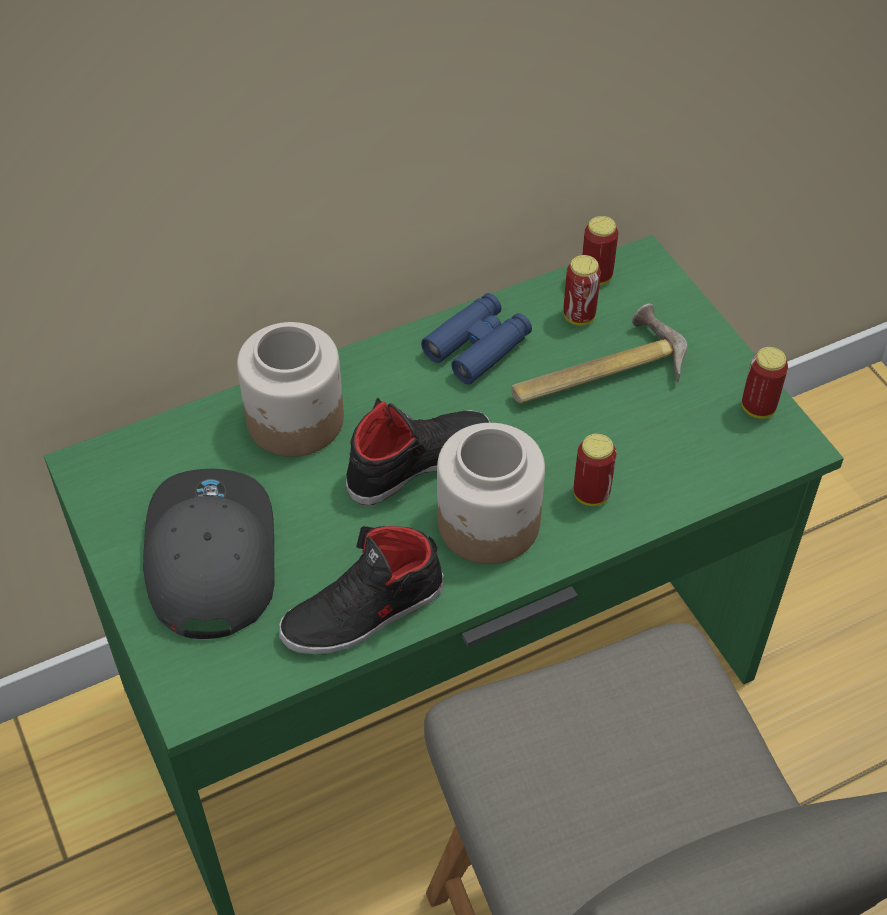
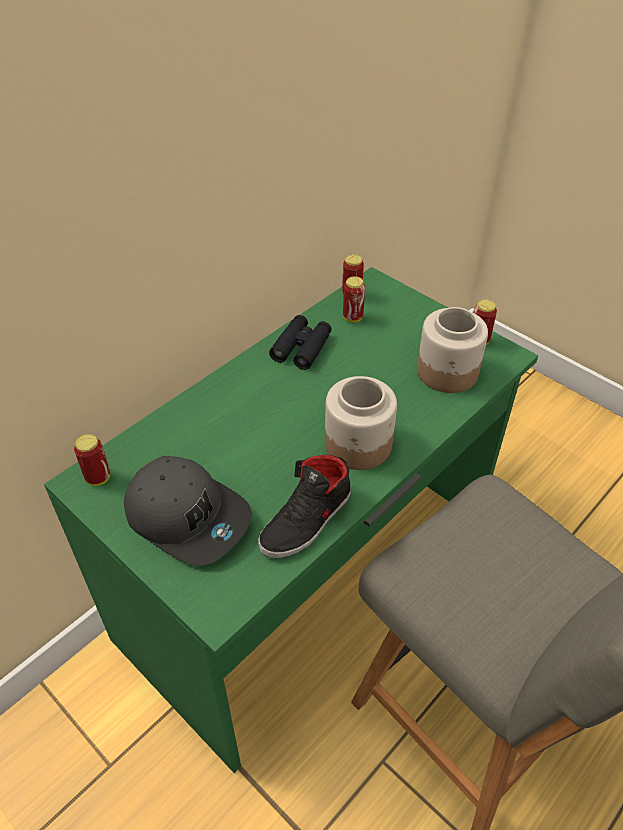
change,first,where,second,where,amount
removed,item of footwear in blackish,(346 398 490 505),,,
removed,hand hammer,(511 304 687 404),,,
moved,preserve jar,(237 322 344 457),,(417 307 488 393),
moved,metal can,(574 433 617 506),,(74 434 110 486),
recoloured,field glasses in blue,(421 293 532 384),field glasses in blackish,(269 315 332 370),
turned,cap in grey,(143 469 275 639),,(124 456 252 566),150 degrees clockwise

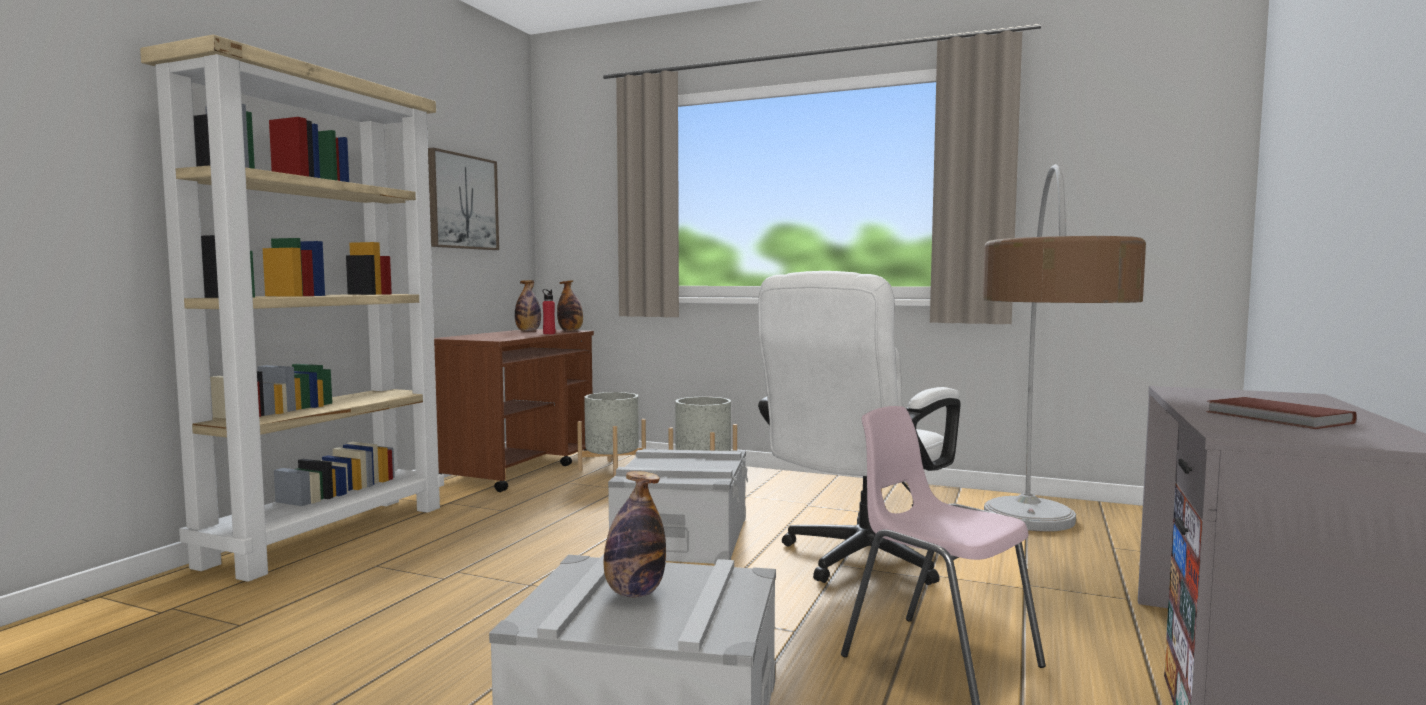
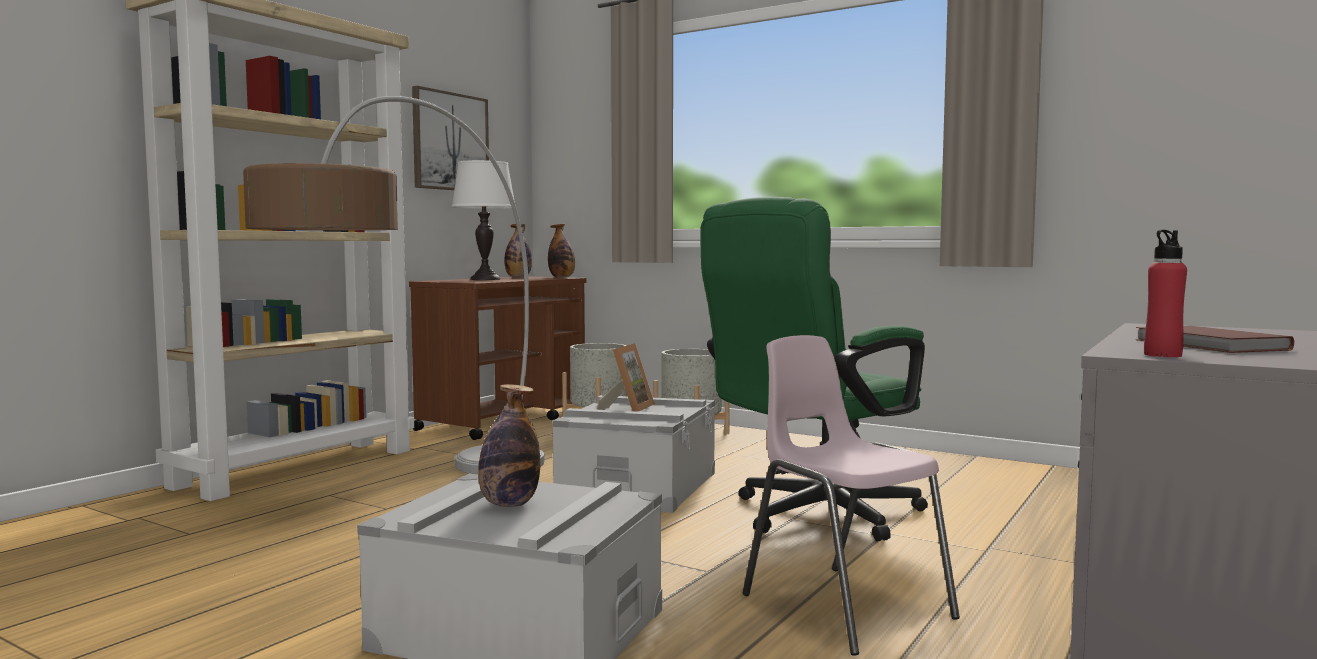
change,first,where,second,where,amount
added,,,tabletop lamp in whitish,(451 160 515 280),
added,,,picture frame,(597 343 655 412),
moved,beverage bottle in red-coloured,(542 289 555 334),,(1144 230 1187 357),
moved,standard lamp,(983 164 1146 532),,(243 96 544 474),
recoloured,computer chair in whitish,(758 271 961 585),computer chair in green-coloured,(700 197 928 541),

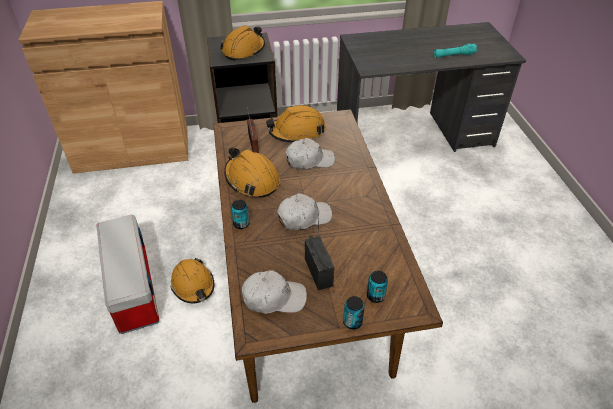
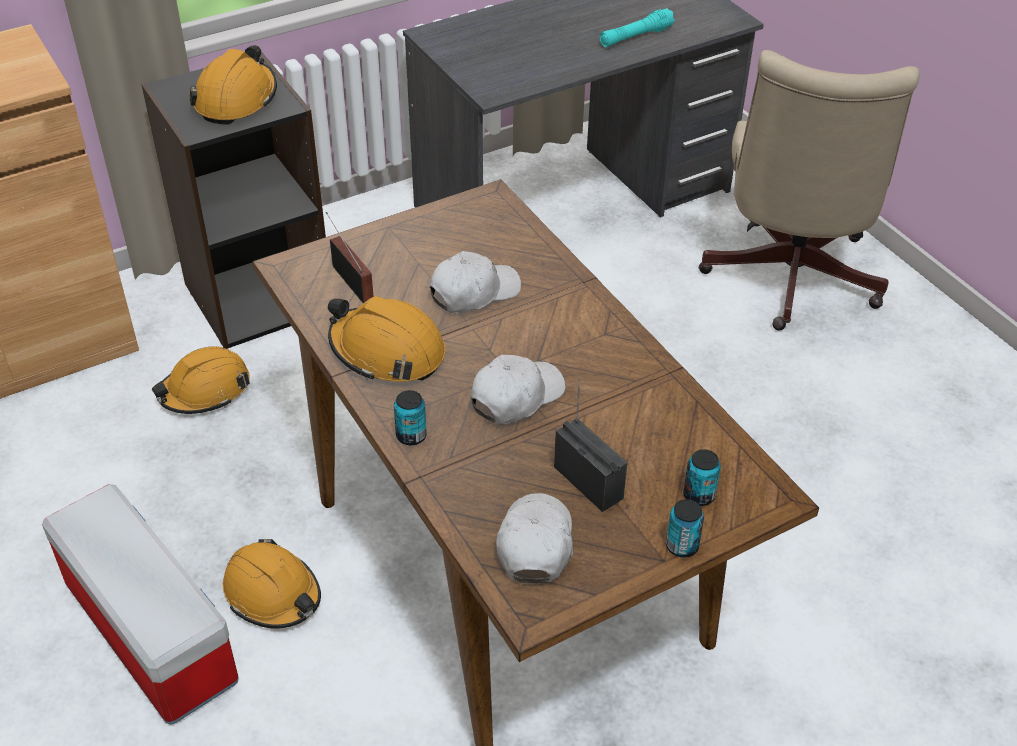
change,first,where,second,where,amount
added,,,computer chair in sand-coloured,(698 50 920 331),
moved,work helmet in orange,(266 105 325 142),,(152 346 250 414),
turned,cap in whitish,(242 270 307 314),,(496 493 573 583),60 degrees counterclockwise

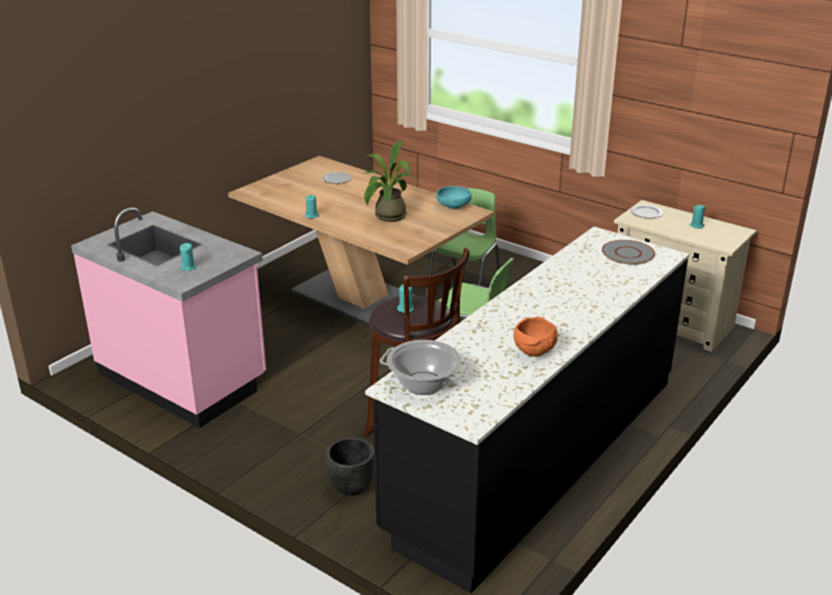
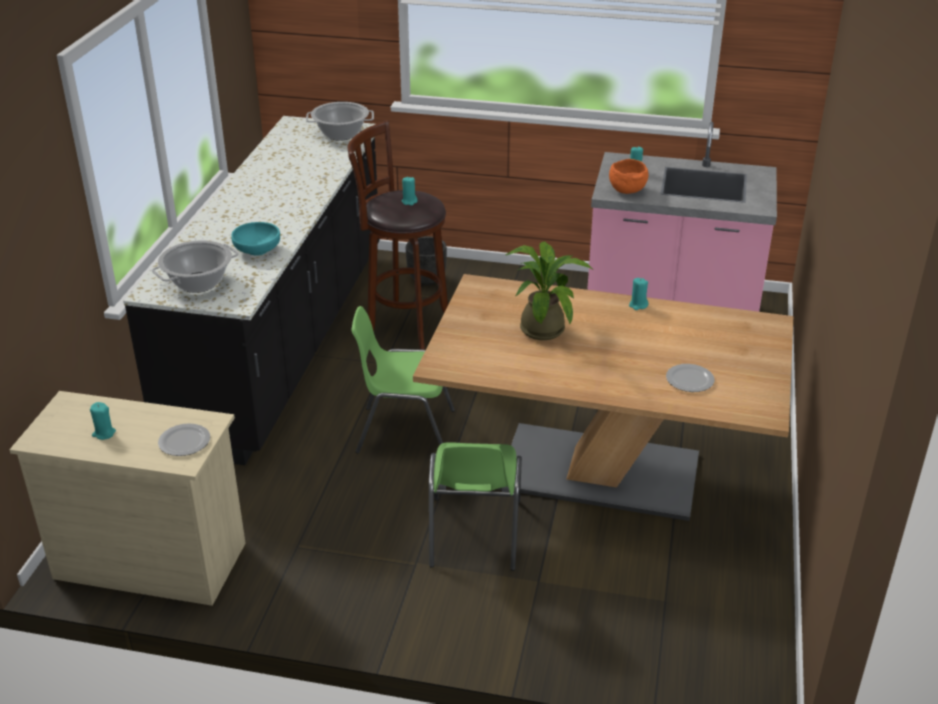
change,first,where,second,where,amount
moved,deep dish in blue-green,(436 186 472 209),,(231 222 280 255),
moved,deep dish in orange,(514 317 558 357),,(609 159 649 194),
replaced,plate in grey,(602 240 655 265),saucepot,(152 240 238 293),

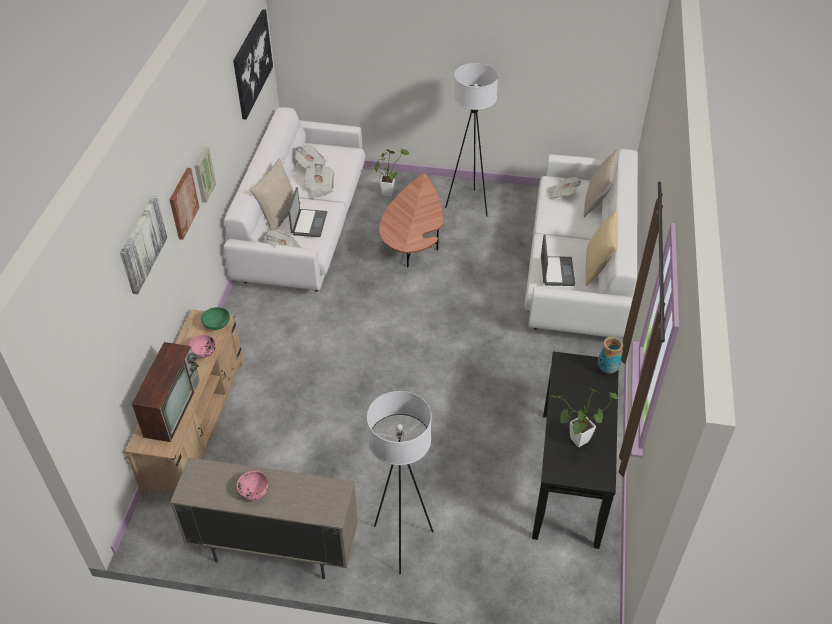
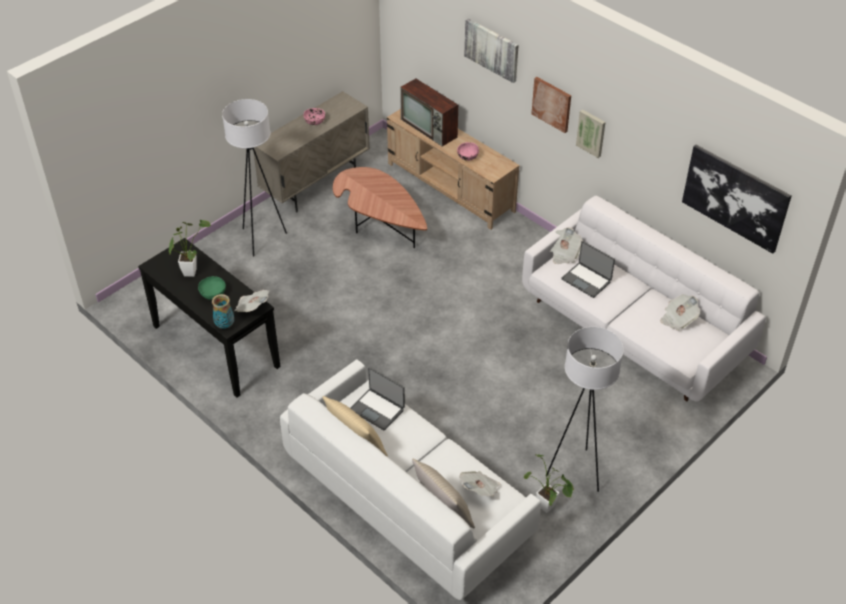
change,first,where,second,where,amount
removed,throw pillow in sand-coloured,(250 158 301 231),,,
moved,deep dish in green-coloured,(201 307 230 330),,(198 276 226 300),
moved,daily paper,(304 163 335 198),,(234 290 270 312),
moved,plant in a pot,(375 148 410 196),,(524 454 574 513),
moved,lounge table in brown-coloured,(379 173 444 267),,(333 167 427 248),

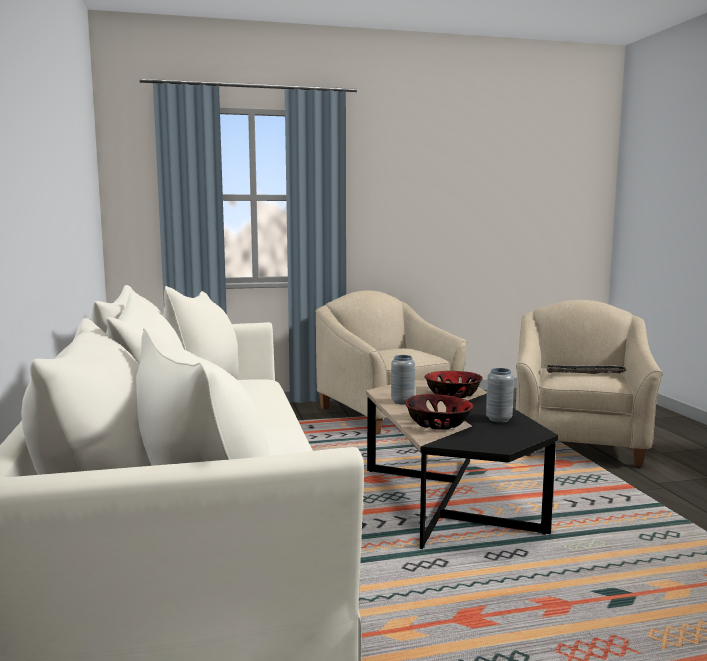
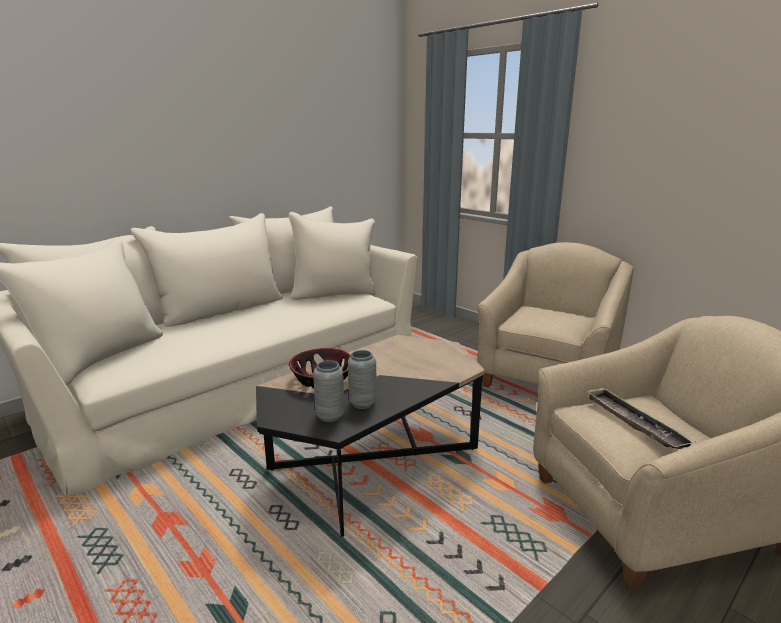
change,first,where,second,where,amount
removed,deep dish,(424 371 483 398),,,
moved,vase in grey,(391 355 415 404),,(313 360 345 422),

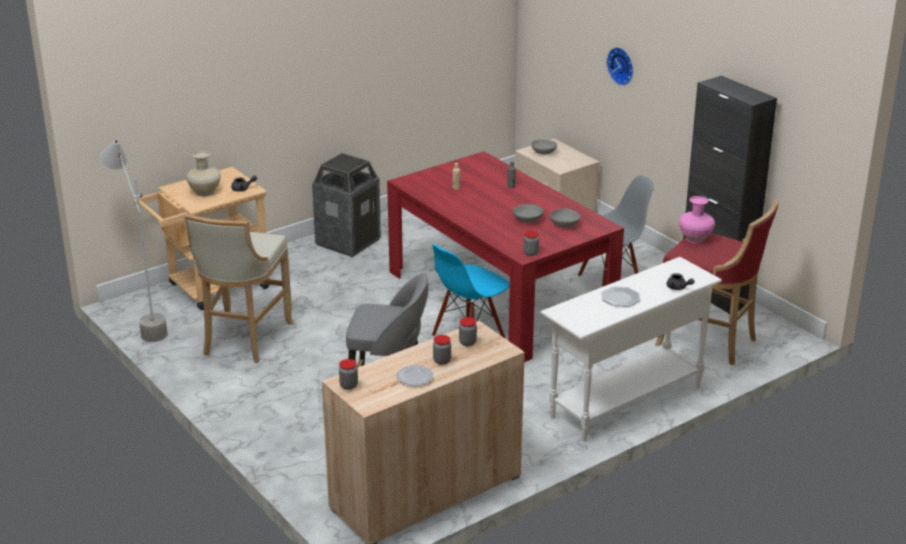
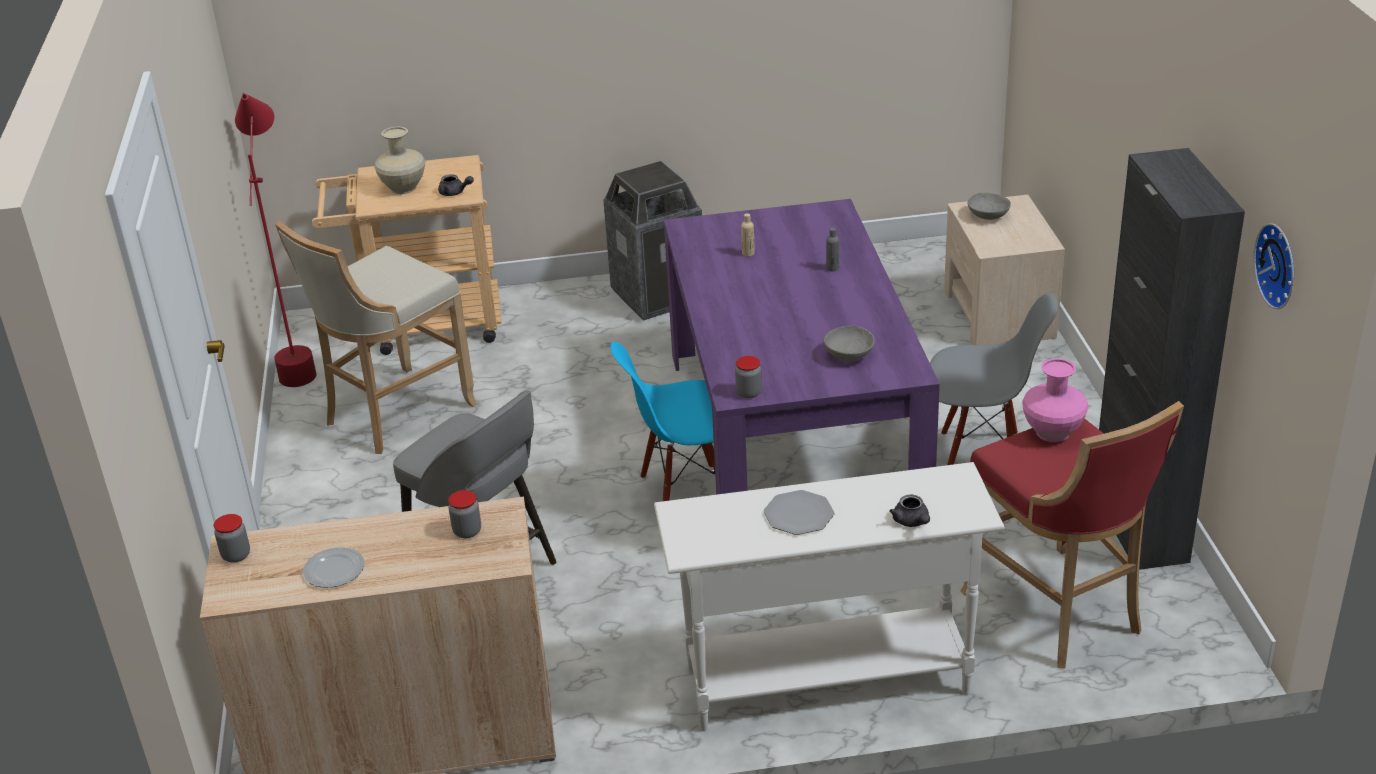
change,first,where,second,where,amount
removed,preserve jar,(433 335 451 365),,,
removed,deep dish in grey,(512 204 544 223),,,
moved,wall clock,(607 47 633 86),,(1254 223 1294 309),
recoloured,standard lamp in grey,(100 139 168 342),standard lamp in red-coloured,(235 93 317 387),
recoloured,dinner table in red-coloured,(387 151 624 362),dinner table in purple,(664 199 940 495),

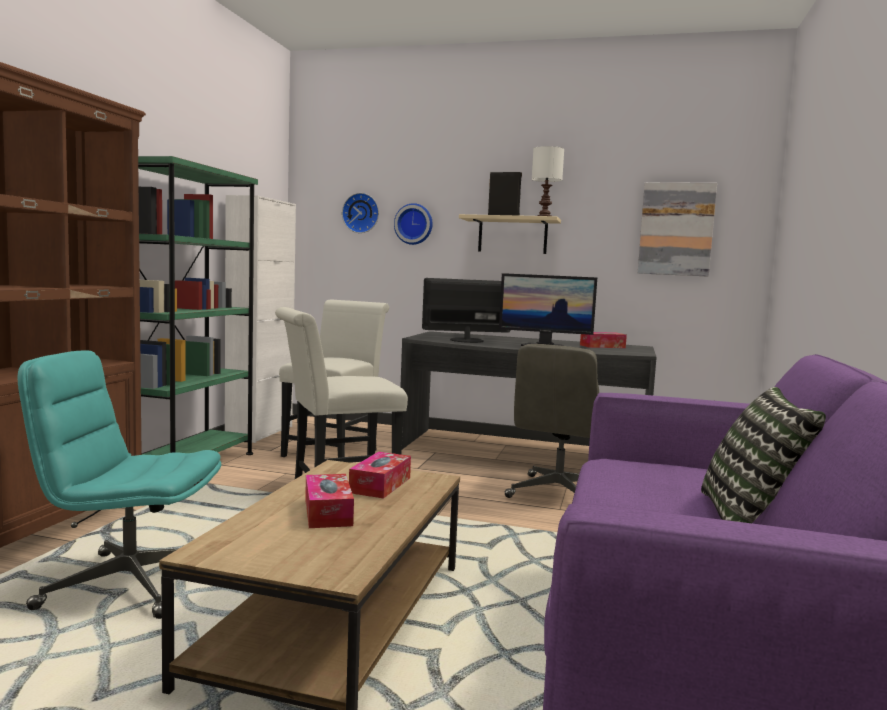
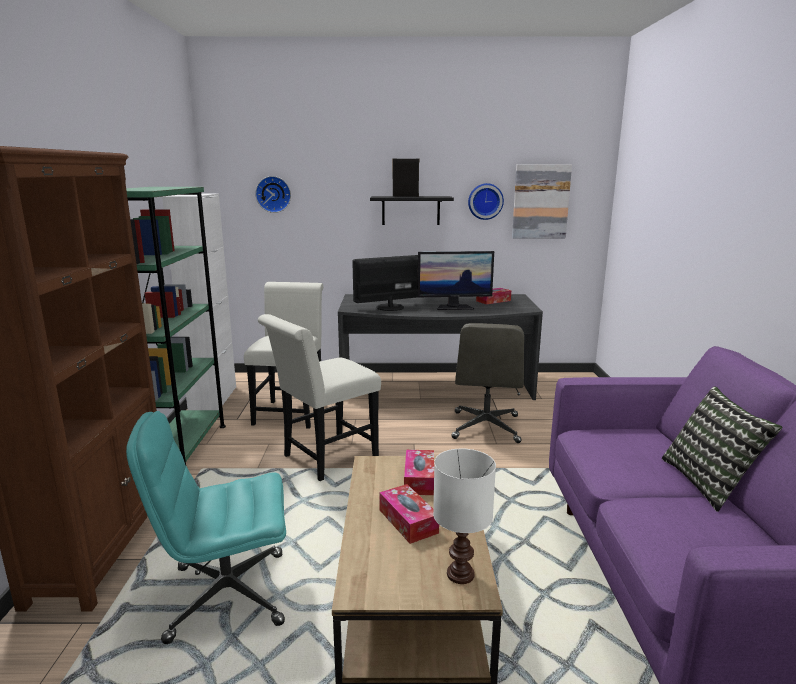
change,first,where,second,where,amount
moved,wall clock,(394 203 433 245),,(468 183 504 220),
moved,tabletop lamp in whitish,(532 146 564 216),,(433 449 496 584),
recoloured,shelf in sand-coloured,(459 214 561 254),shelf in blackish,(370 196 454 225),

